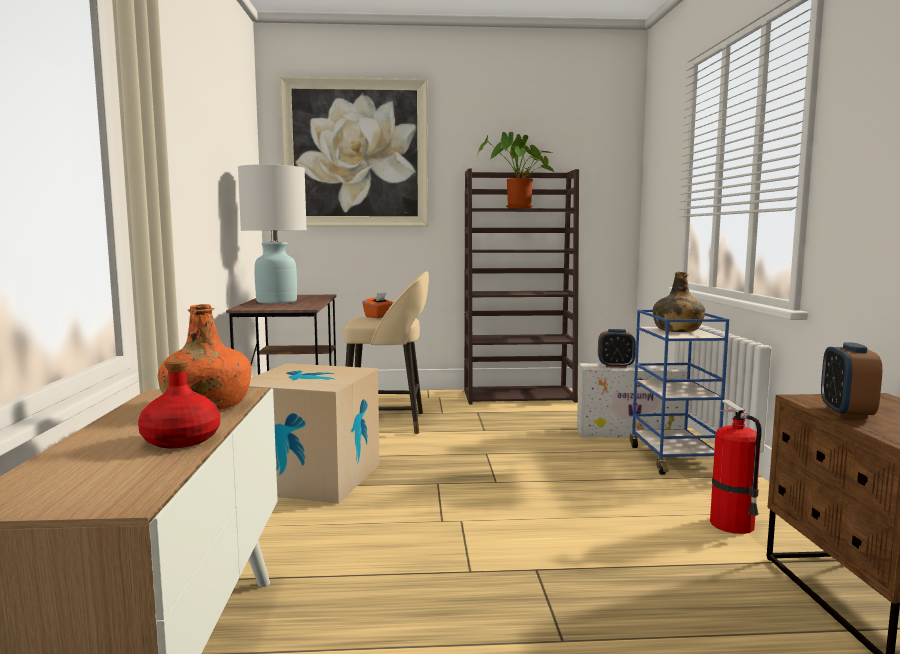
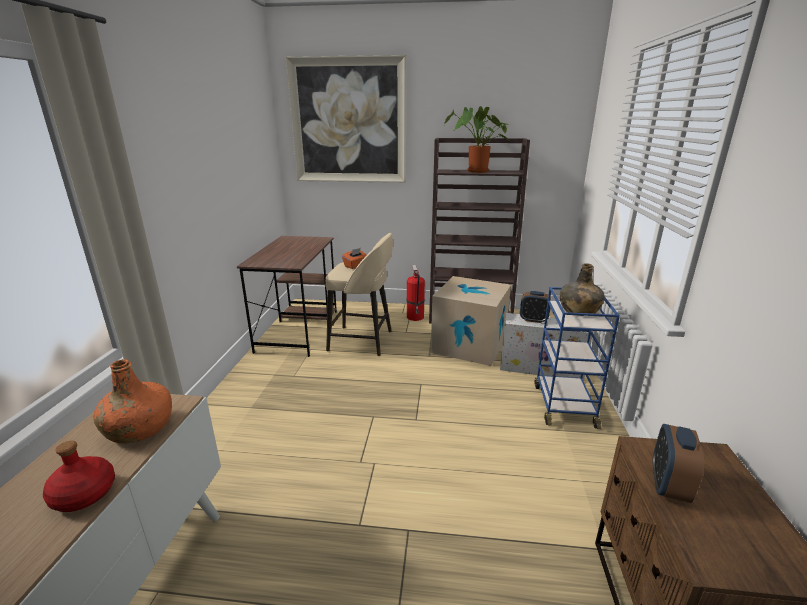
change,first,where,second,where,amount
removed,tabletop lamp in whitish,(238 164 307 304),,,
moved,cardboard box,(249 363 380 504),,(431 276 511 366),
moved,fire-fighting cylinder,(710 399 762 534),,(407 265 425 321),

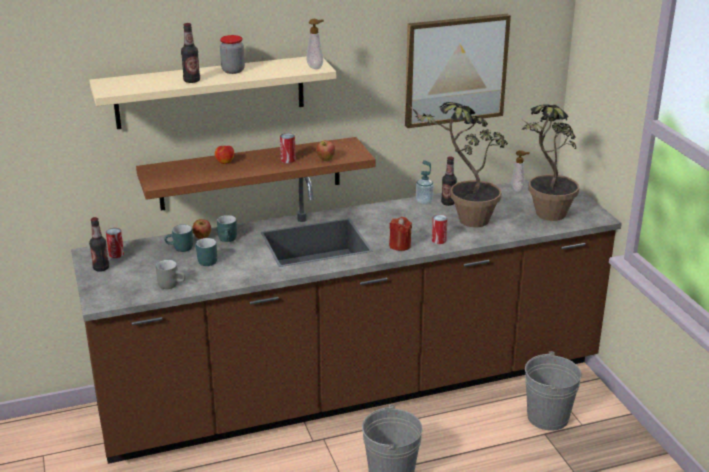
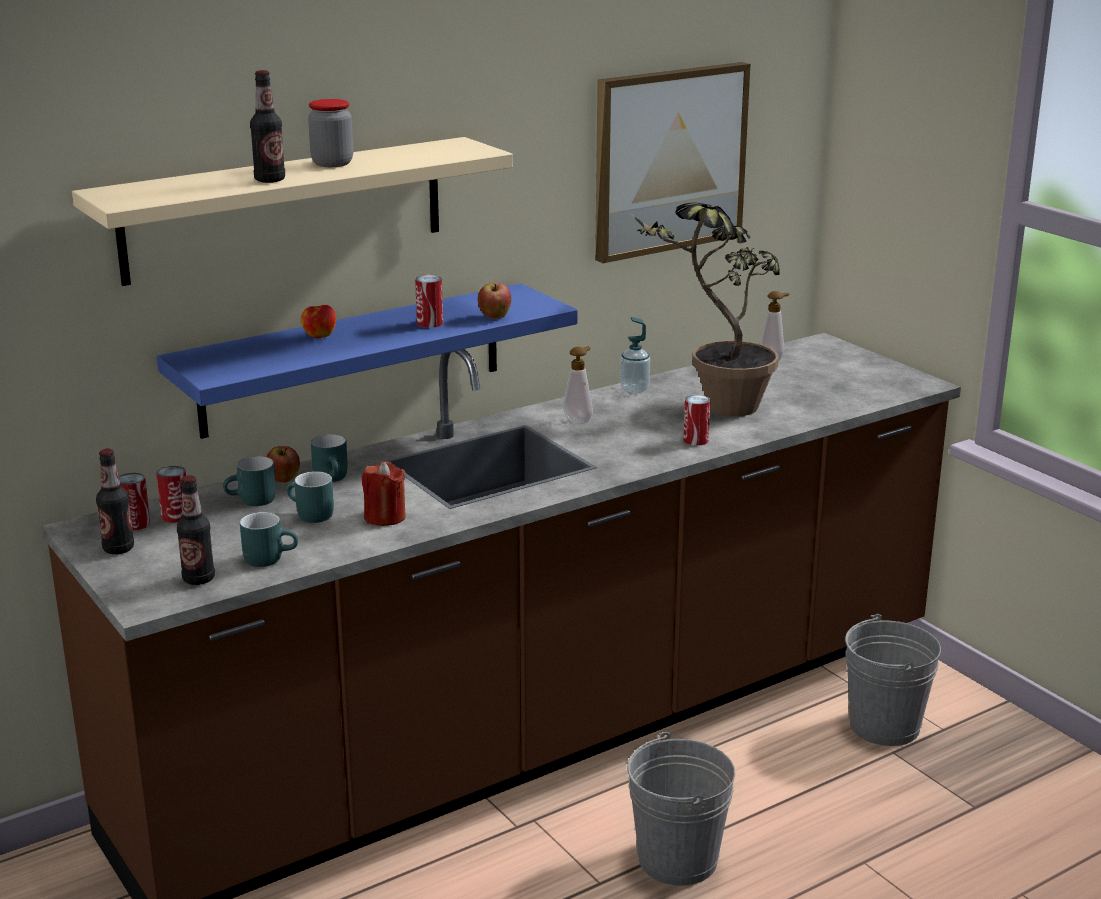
change,first,where,second,where,amount
removed,plant in a pot,(521 104 579 221),,,
added,,,metal can,(156 466 186 523),
moved,soap dispenser,(306 19 324 69),,(563 346 593 424),
moved,candle in red-coloured,(389 217 412 251),,(362 461 406 526),
moved,beverage bottle,(441 156 457 206),,(177 475 215 585),
recoloured,shelf in brown-coloured,(136 137 375 211),shelf in blue,(157 283 578 439),
recoloured,mug in grey,(156 260 186 289),mug in blue-green,(240 512 298 567),

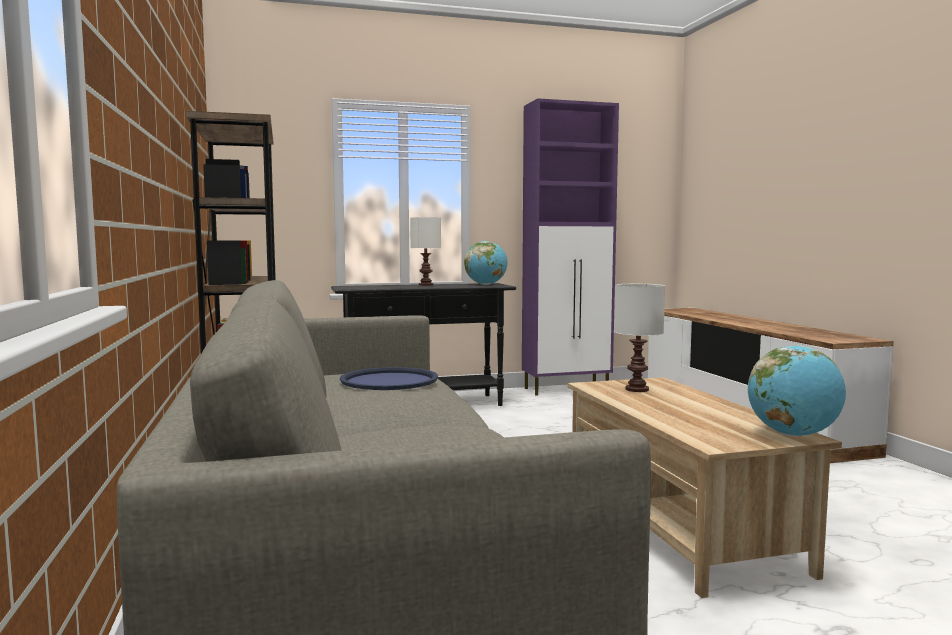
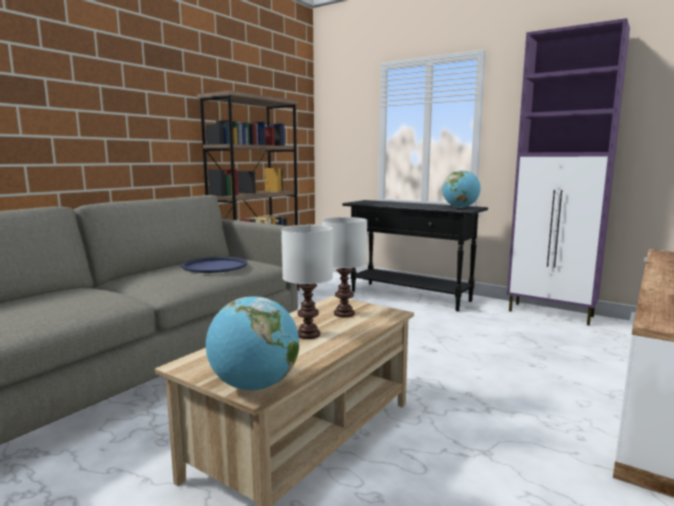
change,first,where,second,where,amount
moved,tabletop lamp in whitish,(410 217 441 286),,(281 225 333 339),

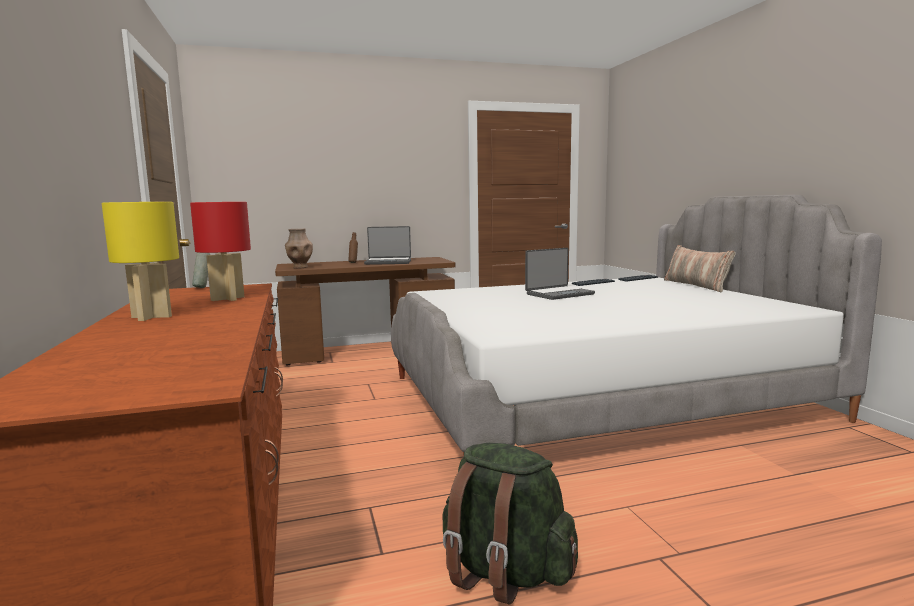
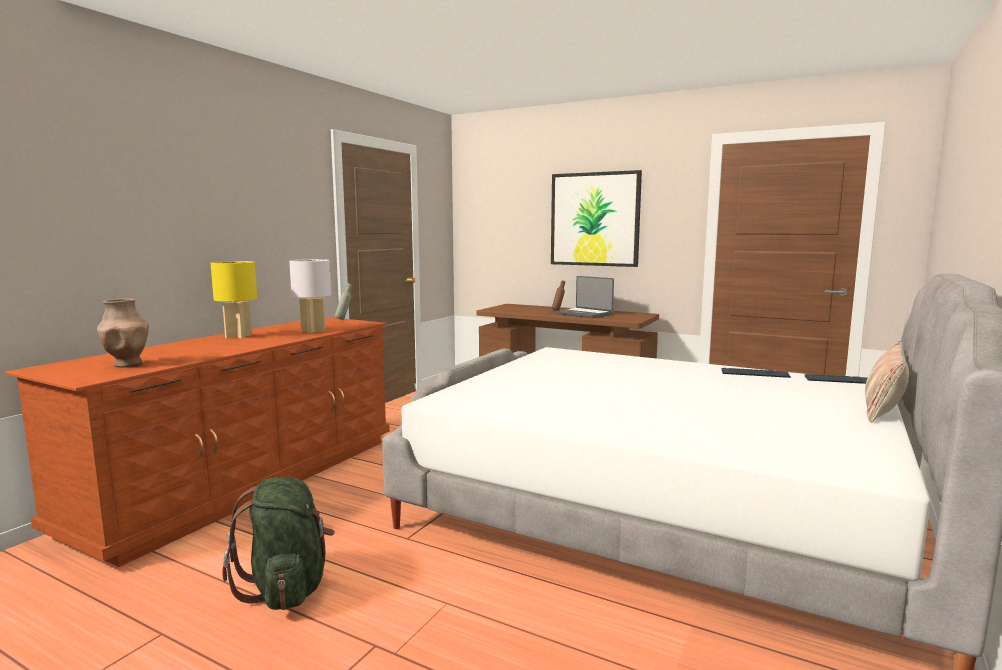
change,first,where,second,where,amount
removed,portable computer,(525 248 595 300),,,
added,,,wall art,(551 170 642 267),
moved,vase in brown-coloured,(285 228 313 268),,(97 298 149 367),
recoloured,tabletop lamp in red-coloured,(190 202 251 301),tabletop lamp in whitish,(289 259 331 333),

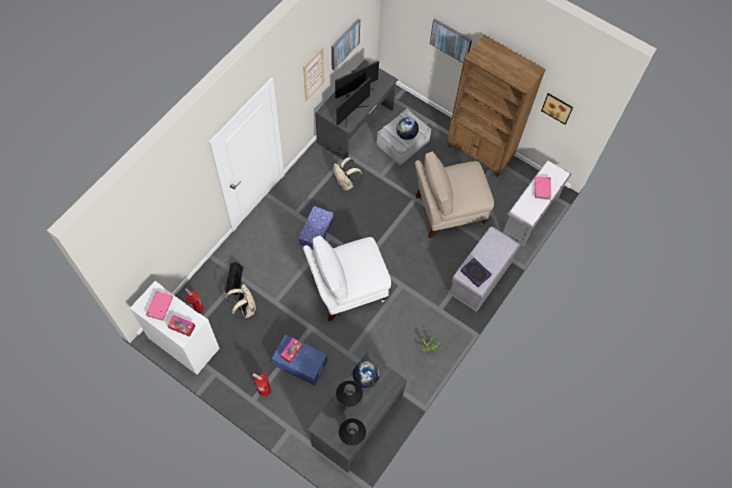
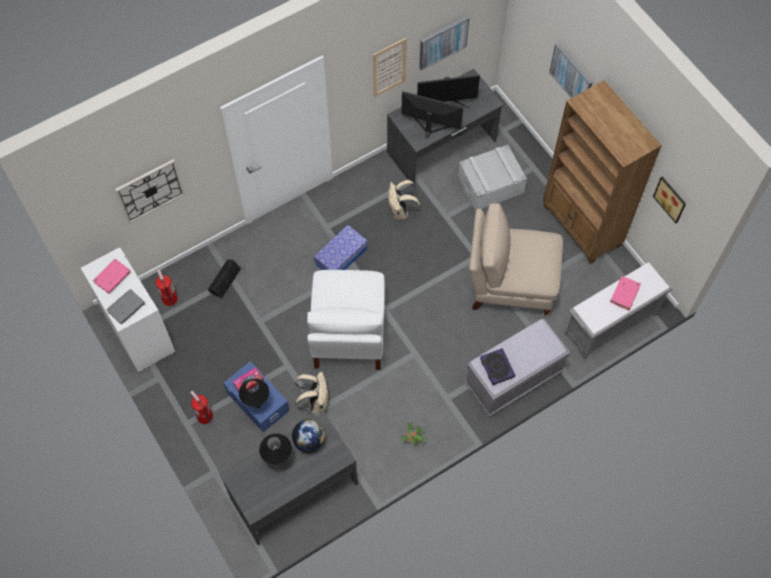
change,first,where,second,where,amount
removed,world globe,(396 117 419 140),,,
added,,,wall clock,(115 159 185 224),
moved,knapsack in sand-coloured,(226 284 256 318),,(295 372 329 413),
moved,tabletop lamp in blackish,(339 418 366 446),,(239 378 269 408),
replaced,box of tissues,(167 315 195 337),book in grey,(106 289 145 324),
turned,plain chair in whitish,(303 235 391 321),,(307 270 385 370),90 degrees counterclockwise
turned,computer display,(336 77 371 128),,(401 91 463 139),135 degrees counterclockwise

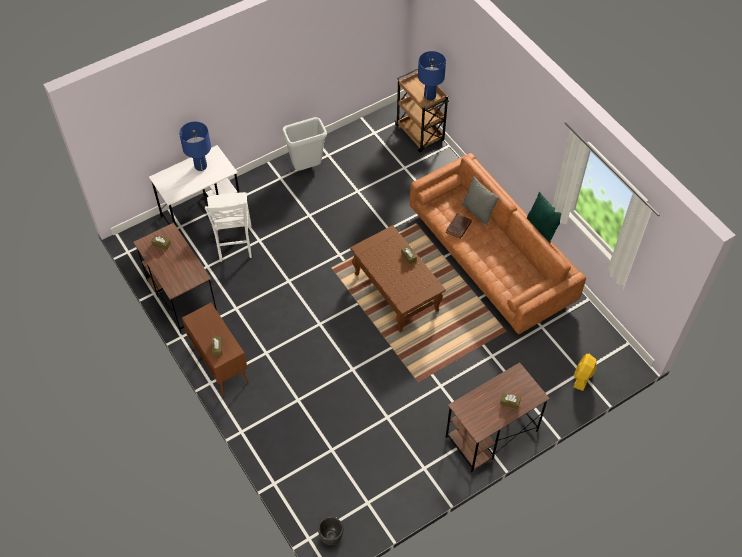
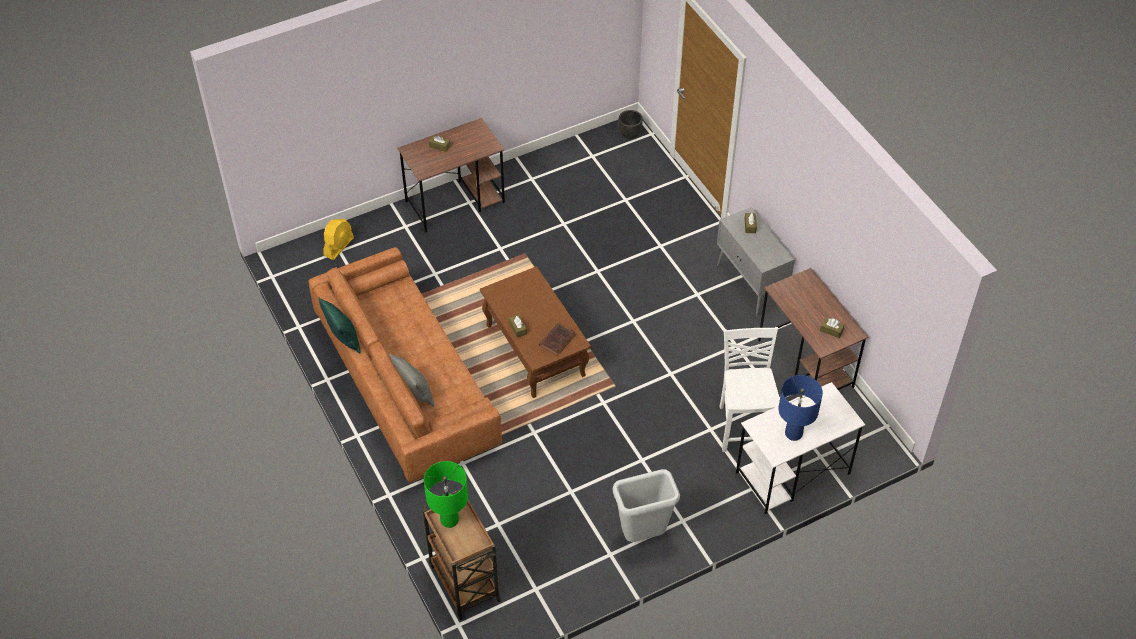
change,first,where,second,where,amount
moved,book in brown-coloured,(446 214 472 239),,(539 323 575 356),
recoloured,cupboard in brown-coloured,(182 303 248 396),cupboard in grey,(717 207 795 317),
recoloured,tabletop lamp in blue,(418 51 446 100),tabletop lamp in green-coloured,(424 461 468 528),

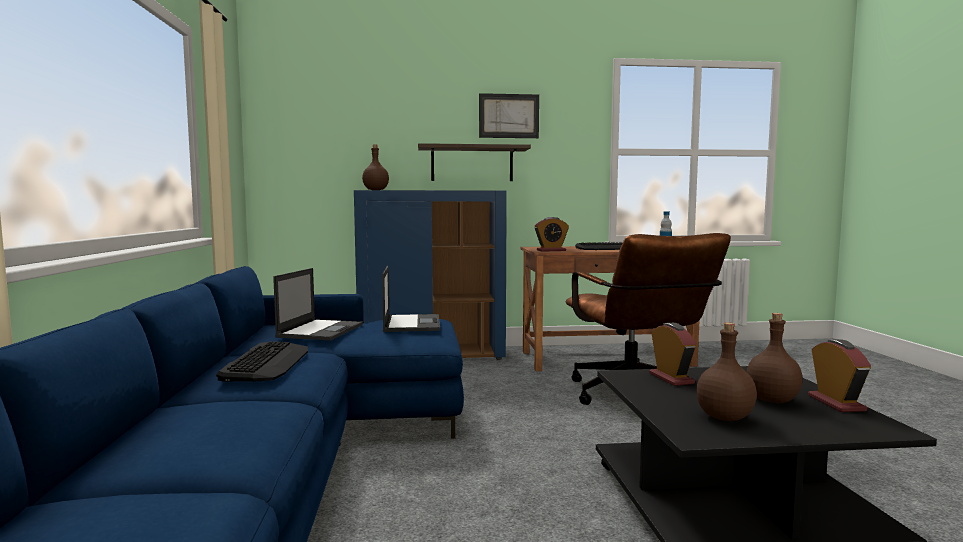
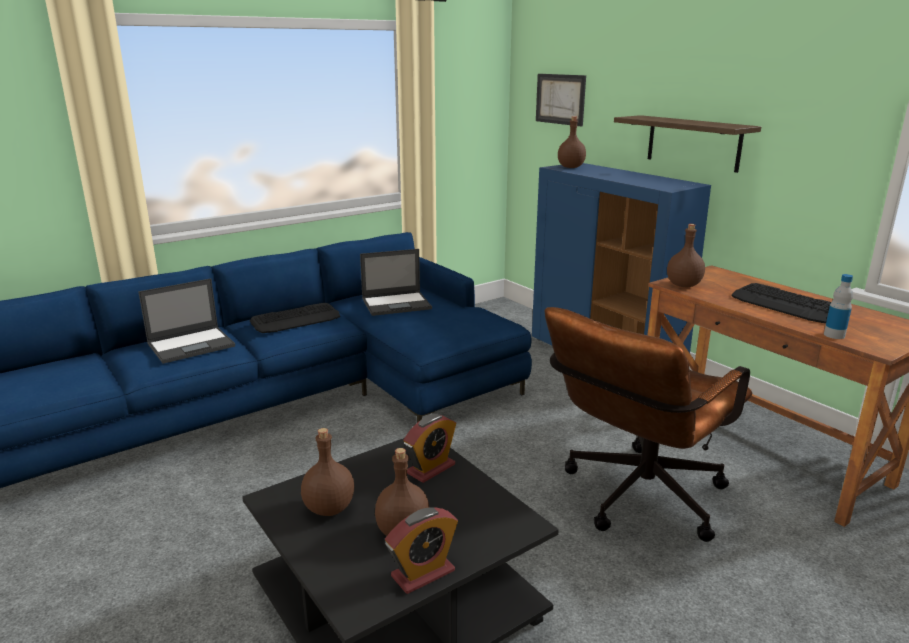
change,first,where,second,where,amount
moved,portable computer,(382 266 440 332),,(138 278 235 364),
moved,wall art,(479 93 539 138),,(536 74 586 126),
replaced,table clock,(535 217 569 252),beverage bottle in brown-coloured,(667 224 705 287),

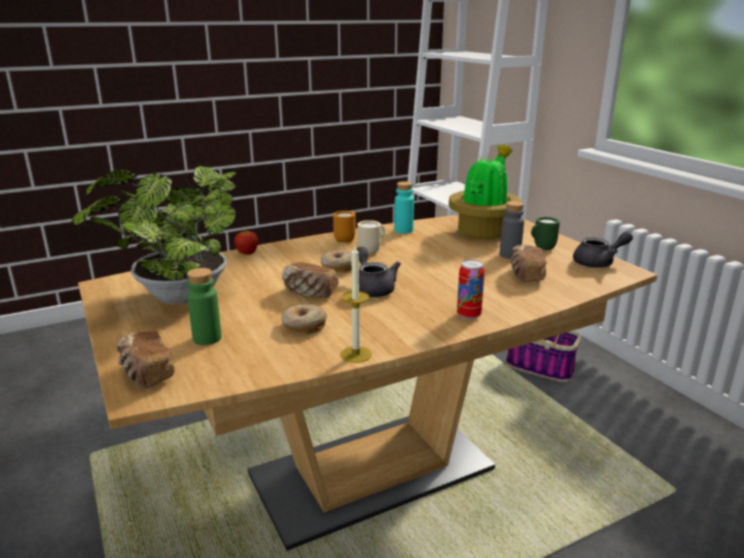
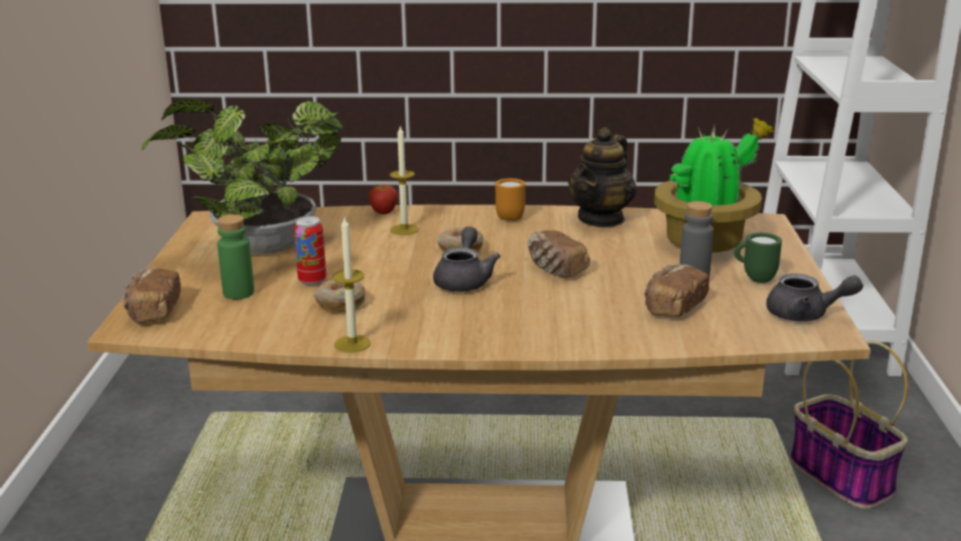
change,first,where,second,where,amount
removed,mug in sand-coloured,(357 220 385 254),,,
added,,,candle,(390 126 419 235),
moved,bread,(282 262 339 298),,(528 230 590 278),
moved,metal can,(457 260 485 320),,(294 216 326 285),
replaced,beverage bottle in blue-green,(394 181 414 234),pot for tea,(568 127 637 228),

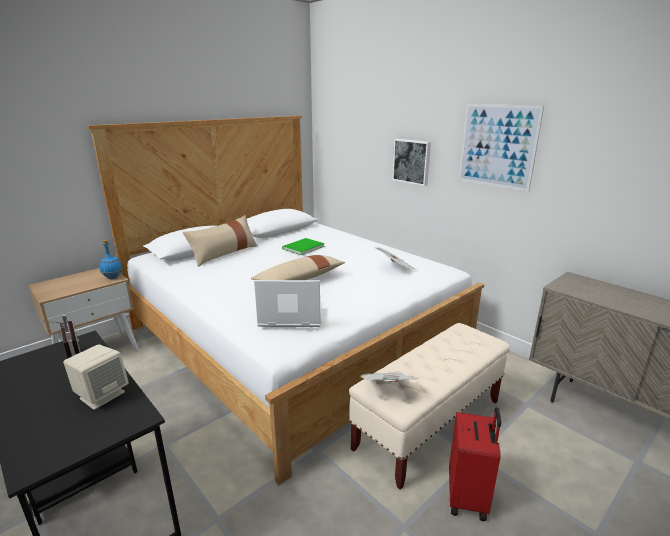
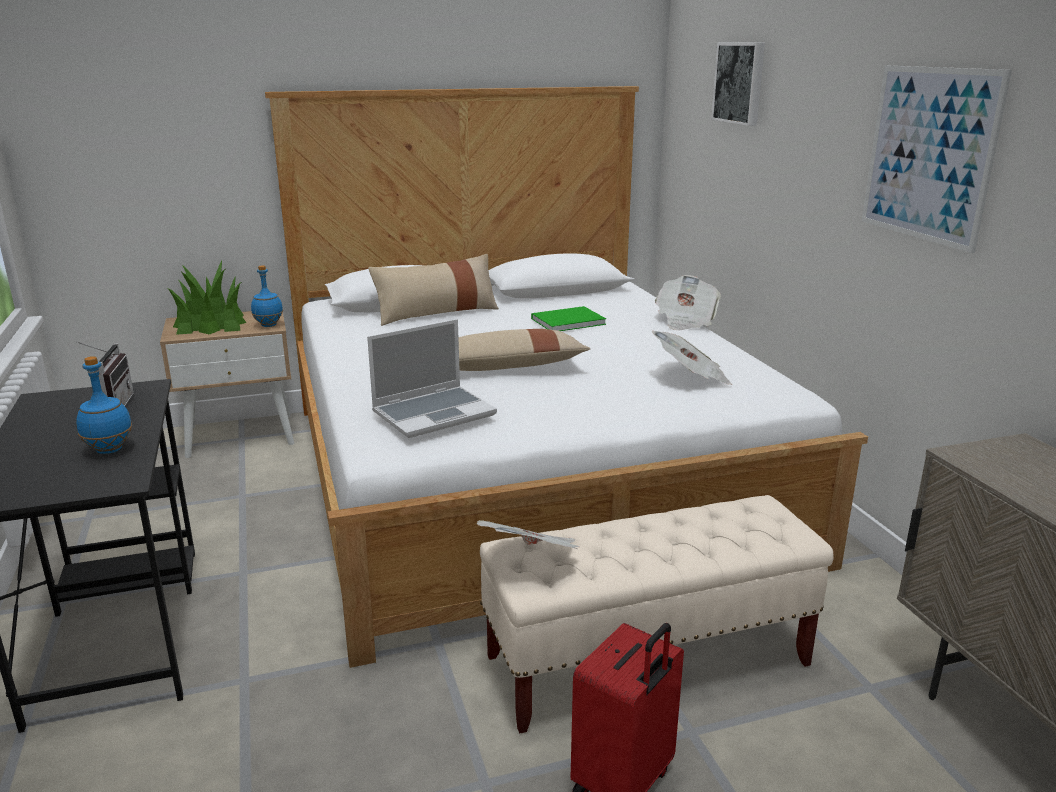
change,first,where,second,where,amount
added,,,plant in a pot,(167 261 246 335),
added,,,daily paper,(655 275 721 330),
moved,wall art,(392 139 431 186),,(711 43 765 126),
replaced,audio speaker in sand-coloured,(63 344 128 410),beverage bottle in blue,(76 356 132 454),
turned,portable computer,(254 280 322 327),,(367 319 497 438),120 degrees clockwise

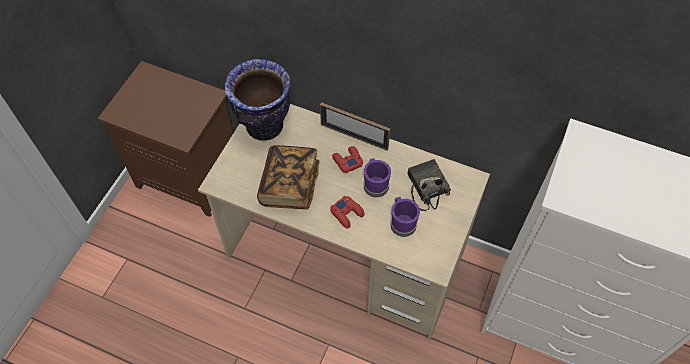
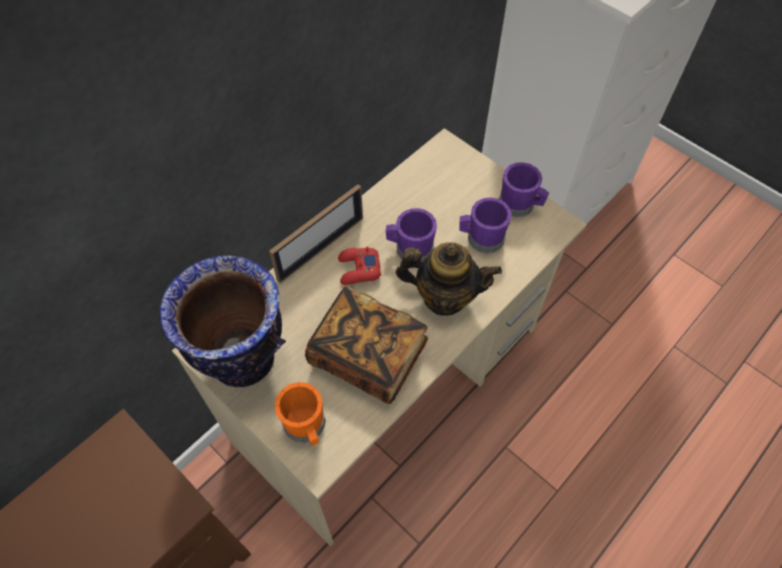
change,first,where,second,where,amount
removed,radio receiver,(408 159 451 211),,,
added,,,mug in orange,(275 382 326 446),
added,,,mug in purple,(499 162 549 217),
replaced,game controller in red-coloured,(330 196 364 229),pot for tea,(396 242 502 316),

